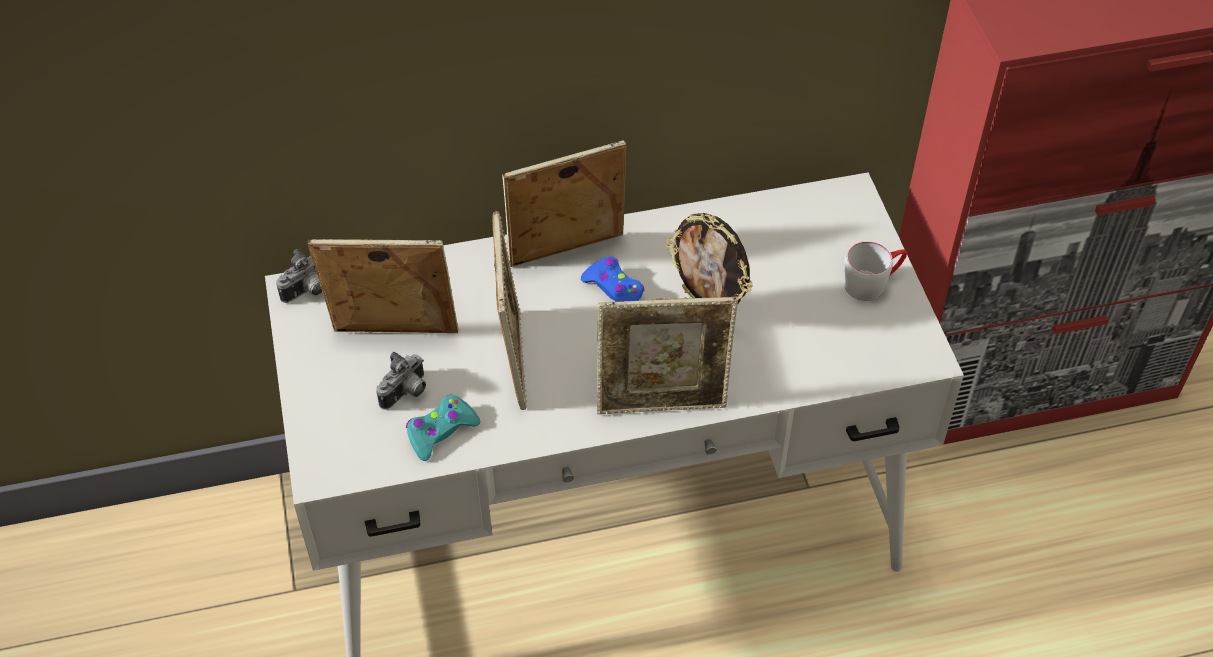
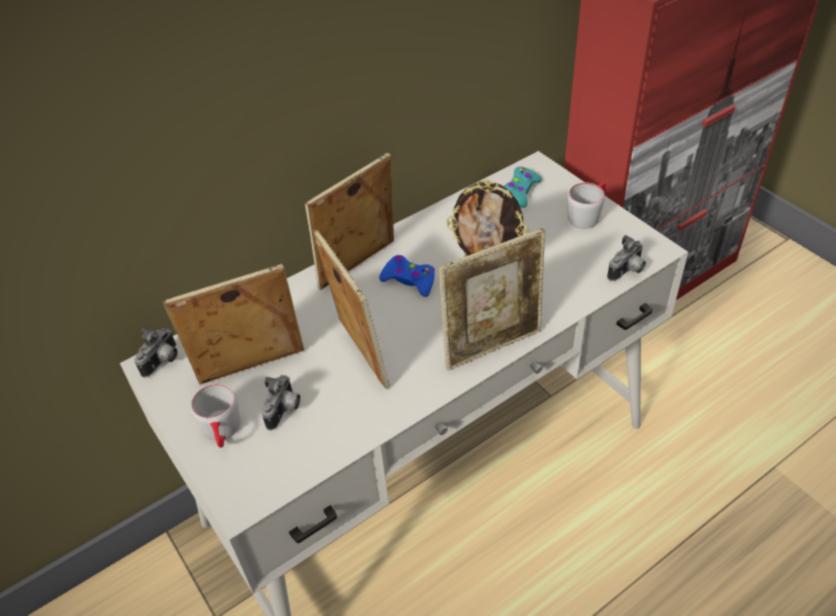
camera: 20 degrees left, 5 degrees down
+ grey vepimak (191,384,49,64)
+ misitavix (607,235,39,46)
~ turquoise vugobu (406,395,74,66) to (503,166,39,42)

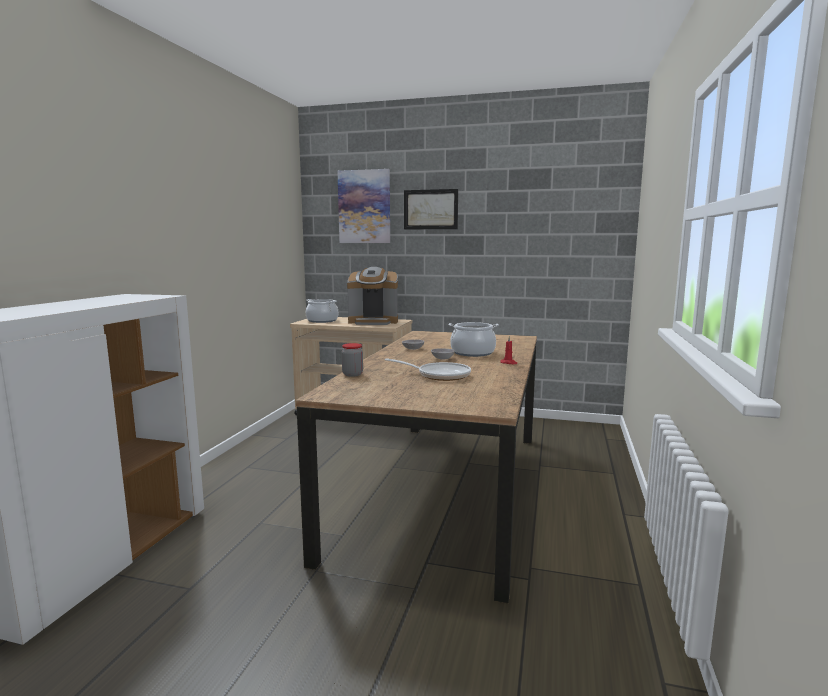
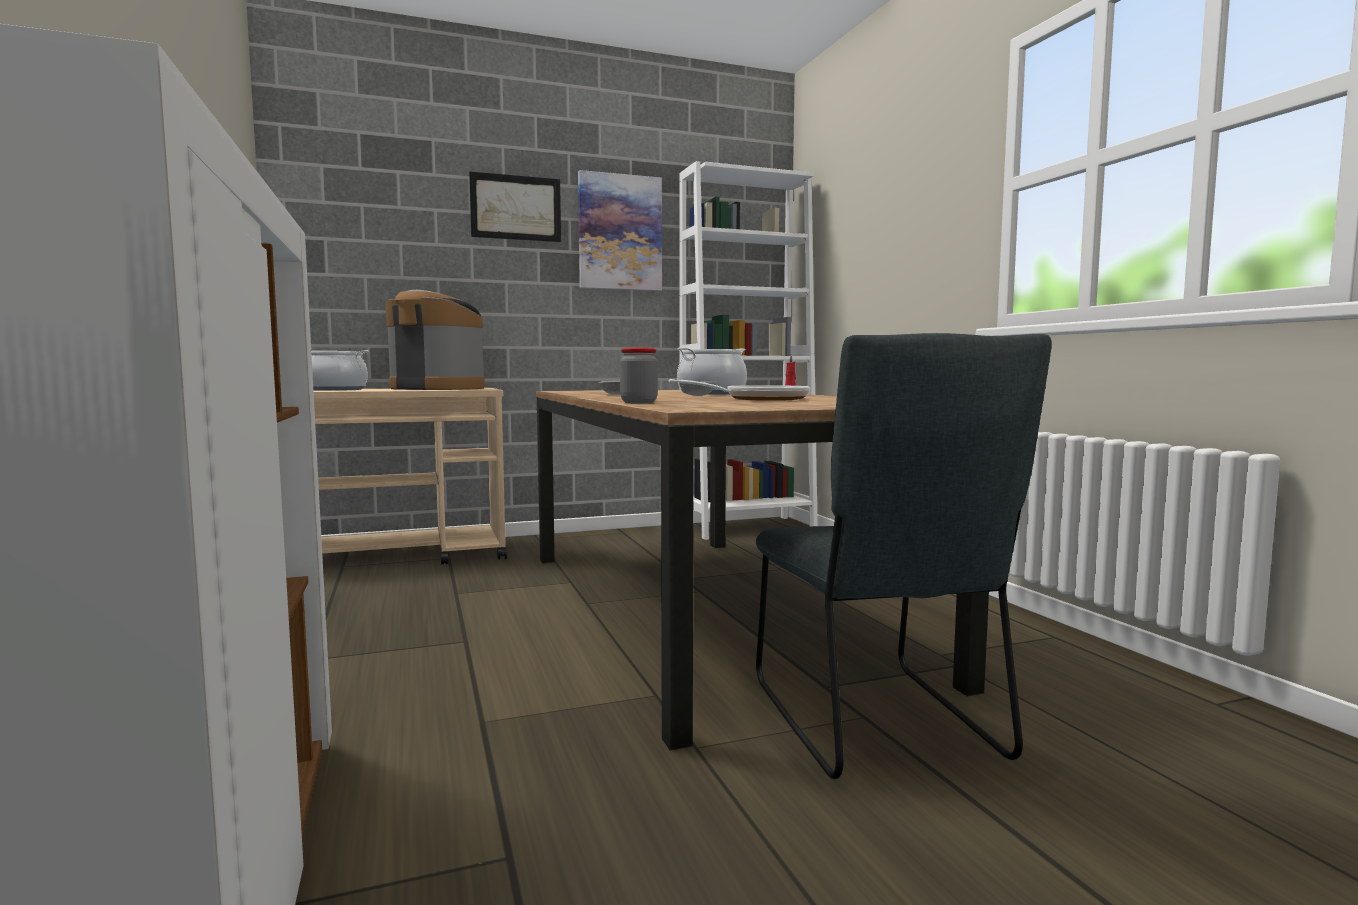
camera: 35 degrees left, 5 degrees down
+ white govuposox (679,161,138,379)
+ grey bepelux (755,333,296,446)
~ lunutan (337,169,53,74) to (578,170,84,121)
~ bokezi (347,267,51,58) = (386,290,99,100) 120 degrees counterclockwise

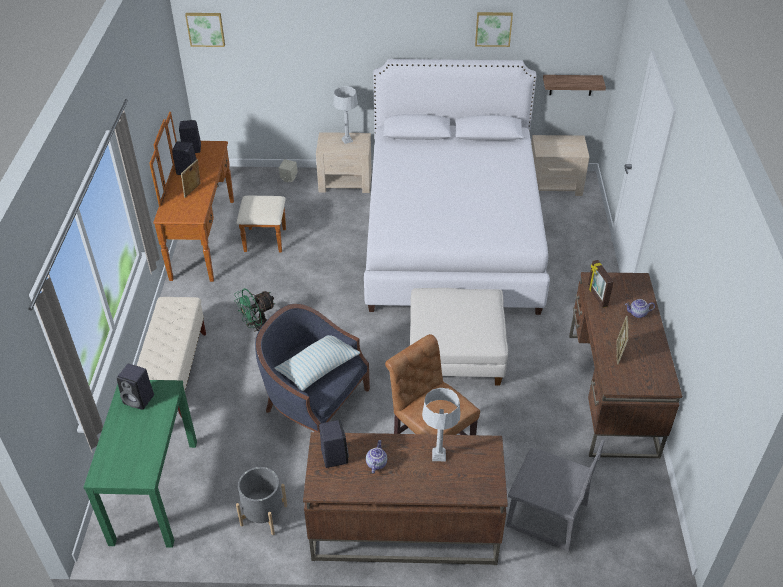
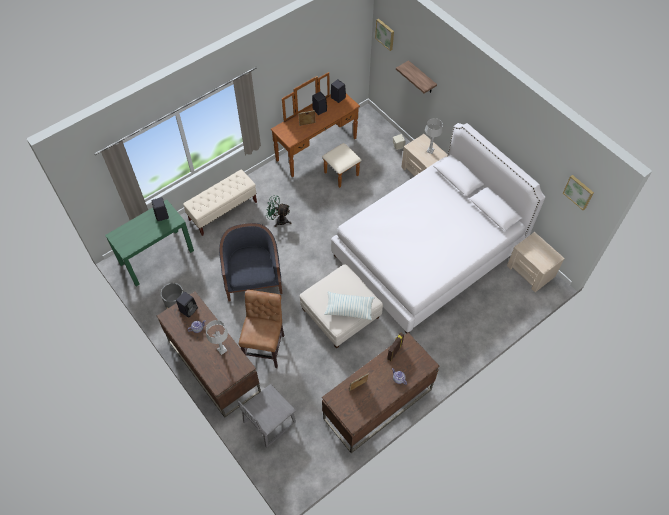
camera: 50 degrees right, 15 degrees up
~ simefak (274,335,86,56) to (324,292,51,28)
~ lunutan (475,12,38,35) to (563,175,31,36)
~ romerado (543,75,63,21) to (396,60,41,34)
~ grey bepelux (506,440,99,112) = (238,384,58,64) 60 degrees clockwise

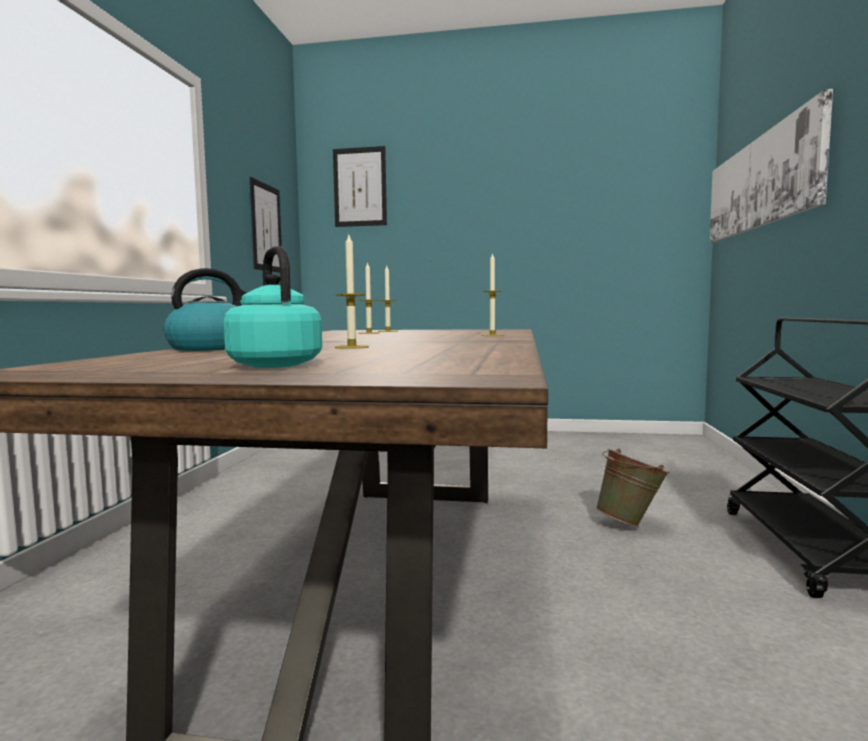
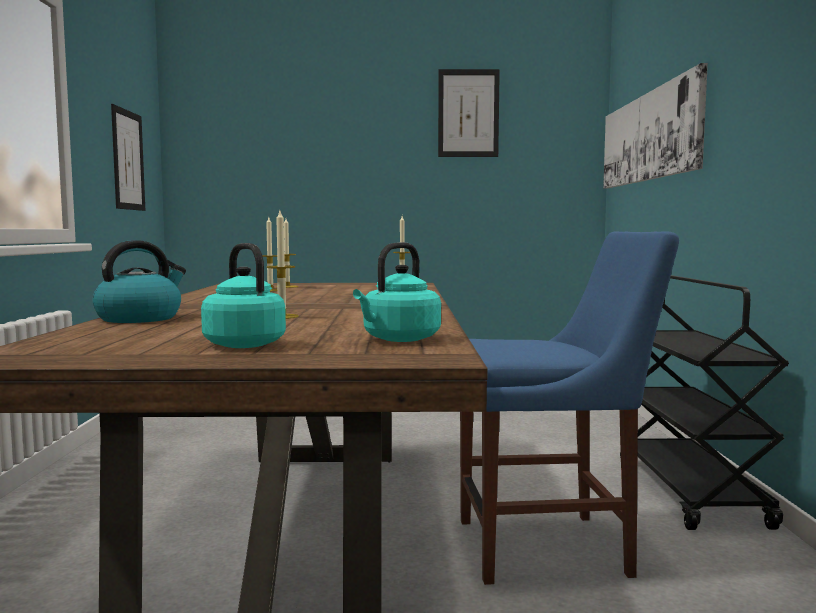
camera: 10 degrees left, 0 degrees up
- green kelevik (596,448,74,79)
+ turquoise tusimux (353,242,88,100)
+ blue bepelux (460,231,219,354)
~ lunutan (333,146,54,81) to (438,69,62,88)

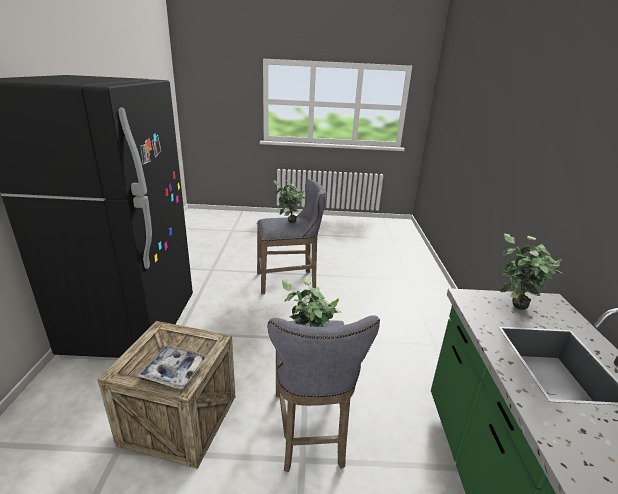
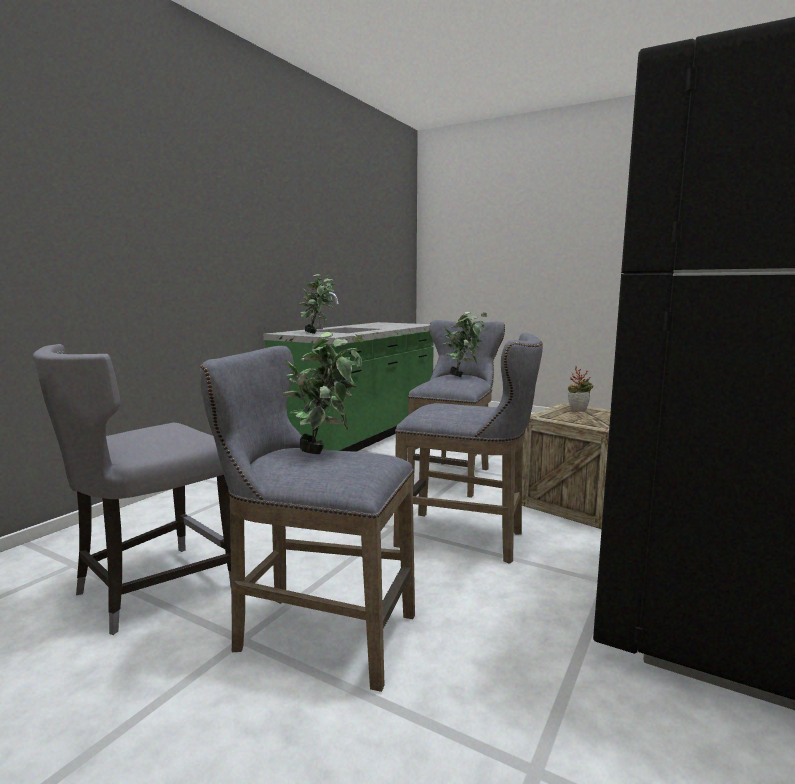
camera: 150 degrees left, 15 degrees down
+ grey bepelux (33,344,198,291)
+ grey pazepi (393,333,150,231)
~ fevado (137,345,72,44) to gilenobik (568,366,25,46)

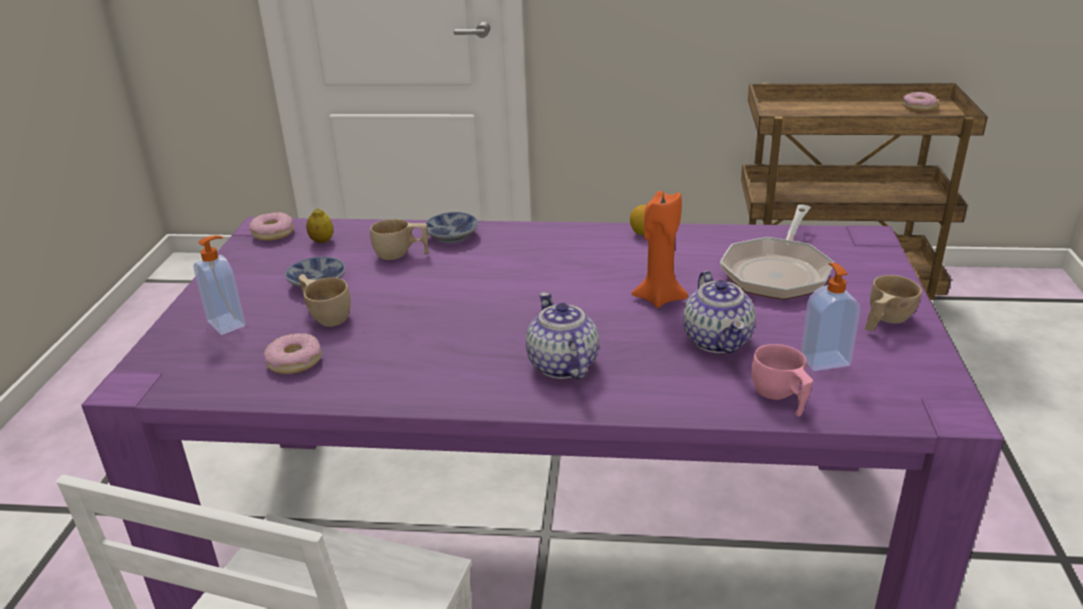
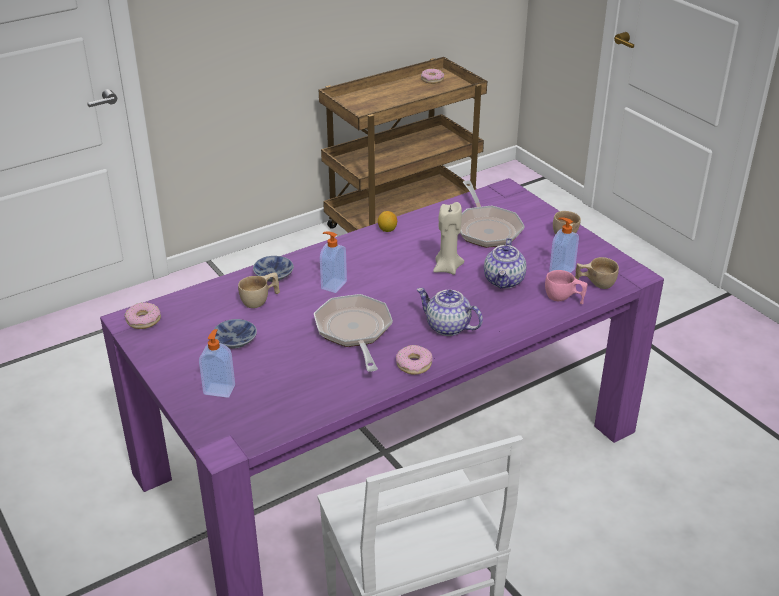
camera: 40 degrees left, 5 degrees up
- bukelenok (306,208,28,35)
+ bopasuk (314,294,79,78)
+ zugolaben (320,231,27,62)
~ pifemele (264,333,57,41) to (396,345,37,30)
~ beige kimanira (299,274,52,53) to (575,257,44,32)
~ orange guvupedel (631,191,57,117) to beige guvupedel (433,202,31,73)
~ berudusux (683,271,73,83) = (484,238,43,51) 60 degrees clockwise

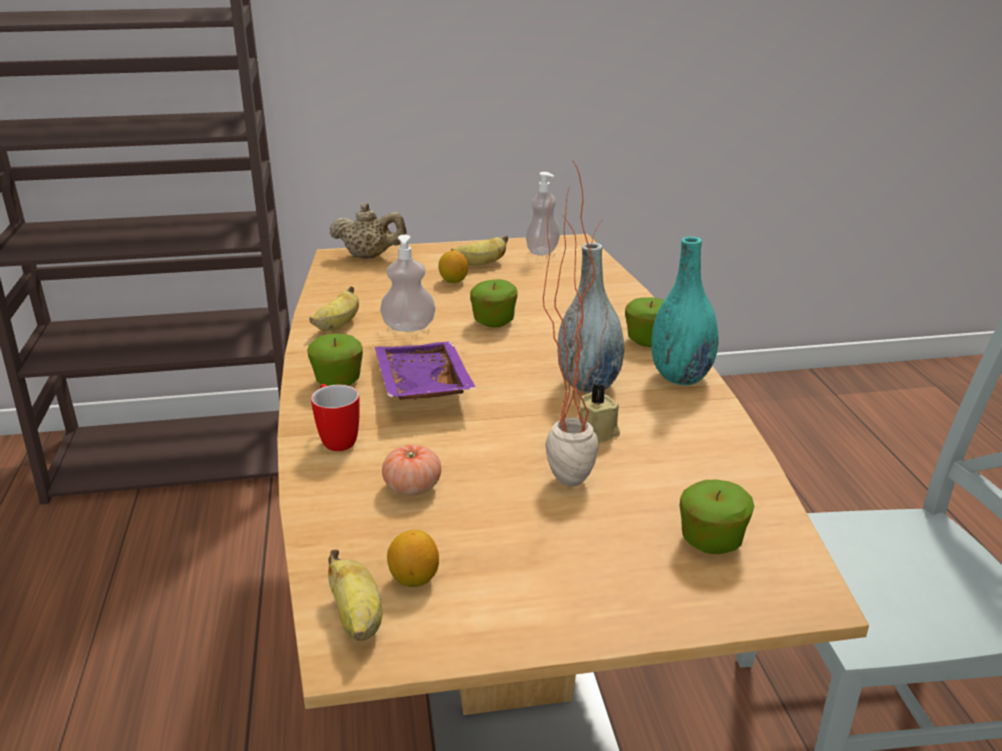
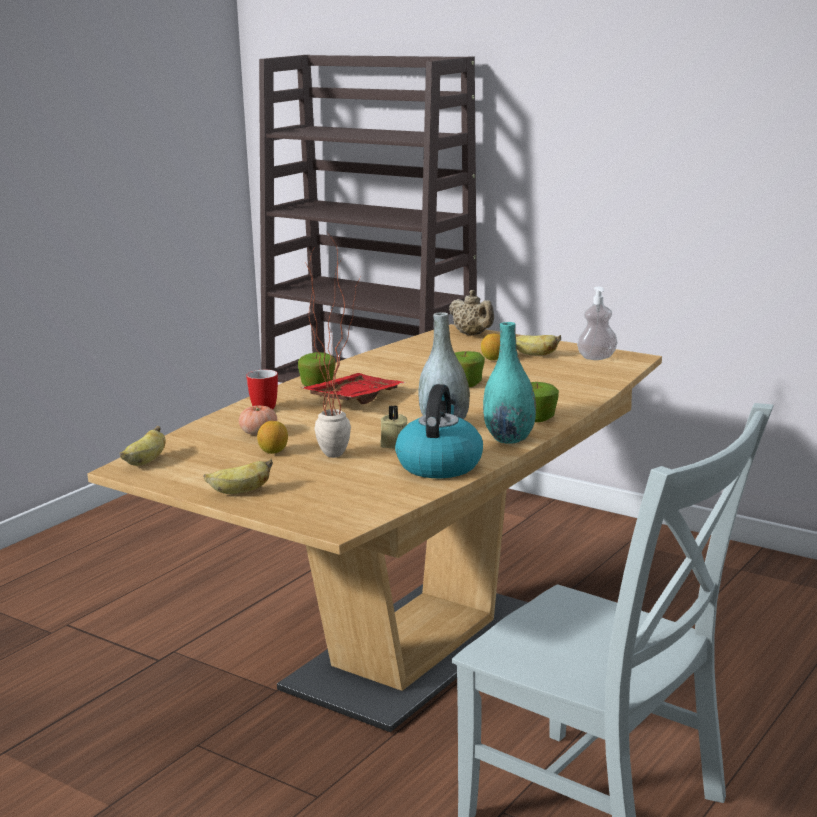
camera: 45 degrees right, 10 degrees down
- zugolaben (380,235,56,97)
- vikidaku (680,480,74,74)
+ tusimux (395,384,88,94)
~ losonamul (309,286,50,45) to (203,459,70,35)
~ bukelenok (387,530,52,57) to (257,421,31,33)
~ purple fevado (375,342,102,58) to red fevado (301,373,105,31)

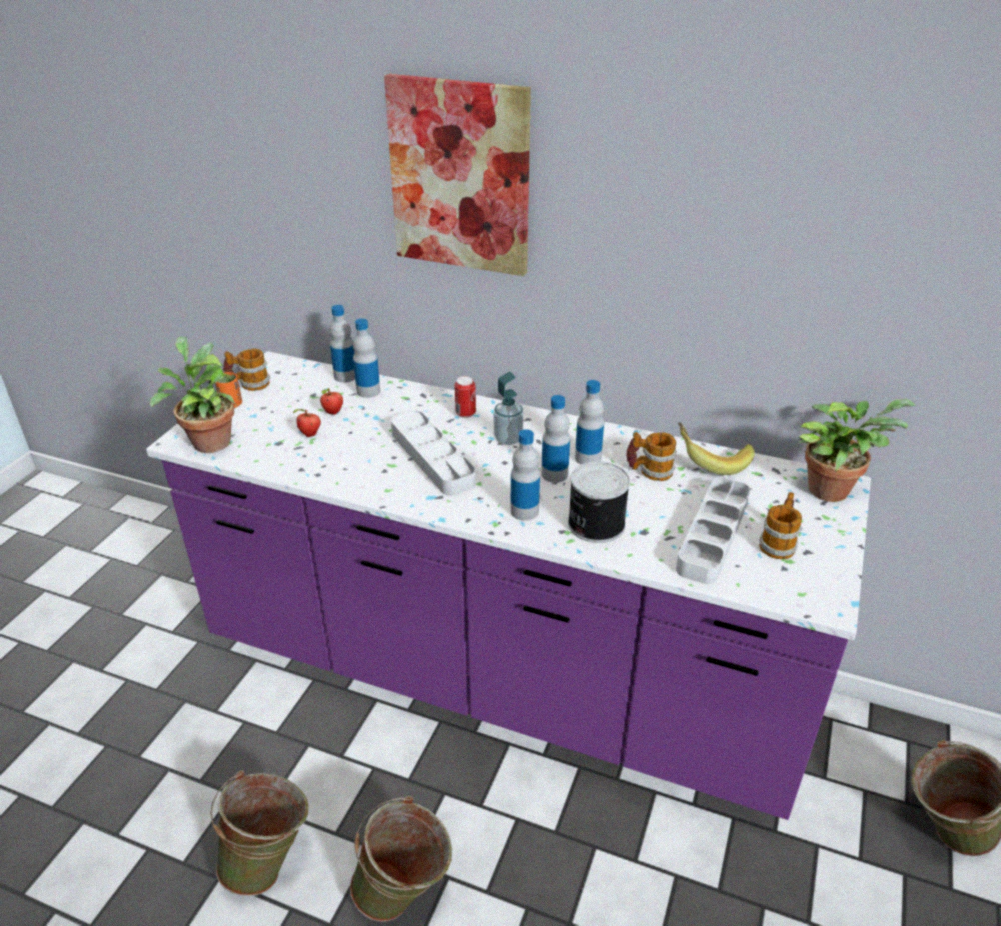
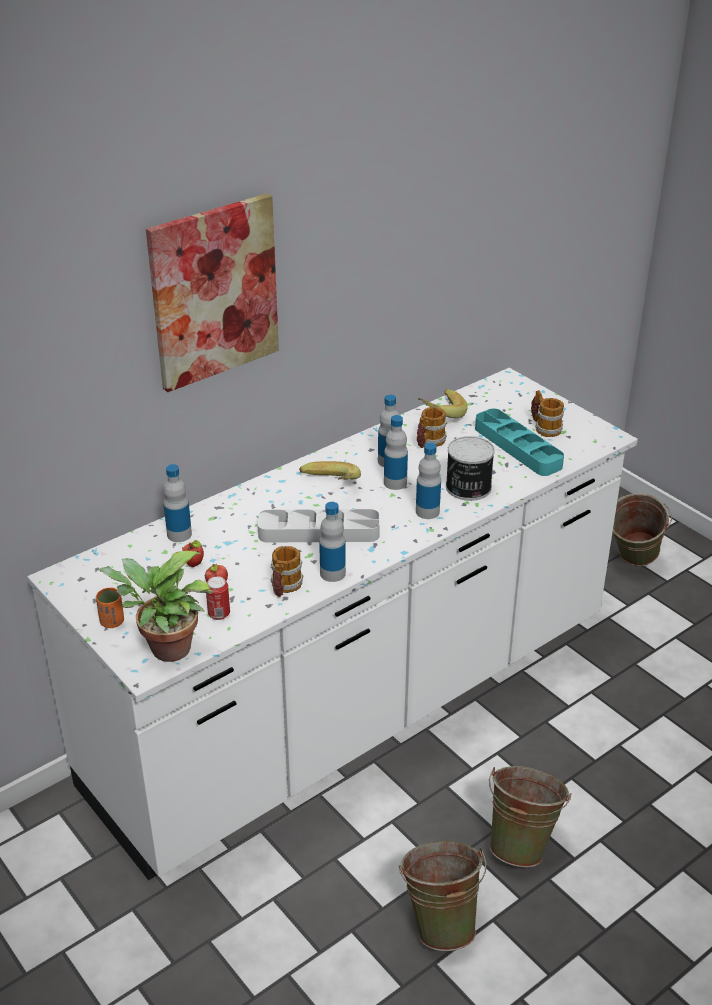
camera: 60 degrees left, 0 degrees up
- gilenobik (799,399,117,103)
~ vepimak (223,349,47,42) to (270,546,34,51)
~ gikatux (329,305,26,77) to (319,502,27,80)
~ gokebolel (455,376,21,42) to (206,576,24,44)
~ zugolaben (494,372,30,73) to losonamul (299,461,62,19)
~ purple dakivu (146,351,725,469) to white dakivu (27,368,611,512)
~ grey fevado (676,477,75,107) to turquoise fevado (475,408,89,68)

